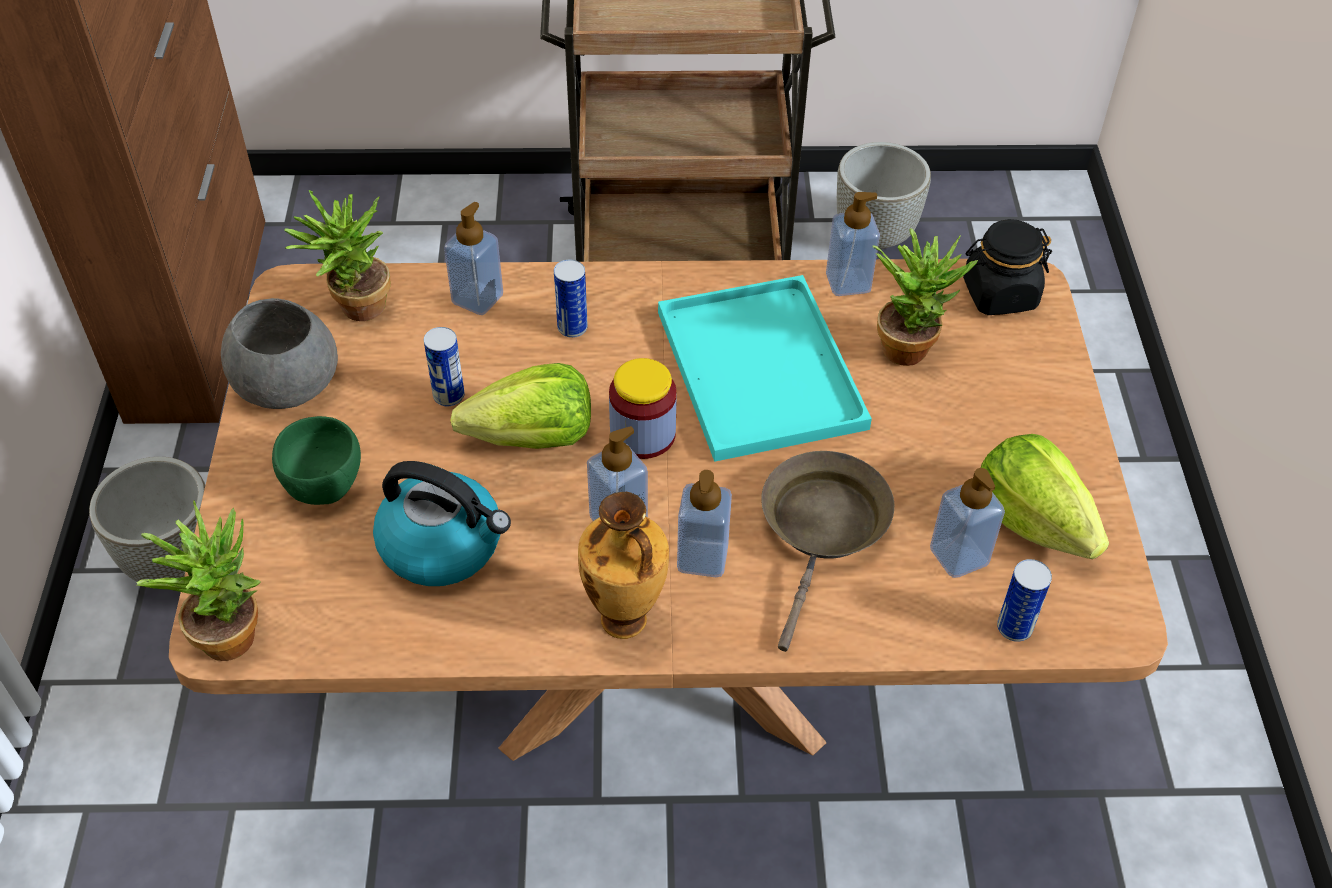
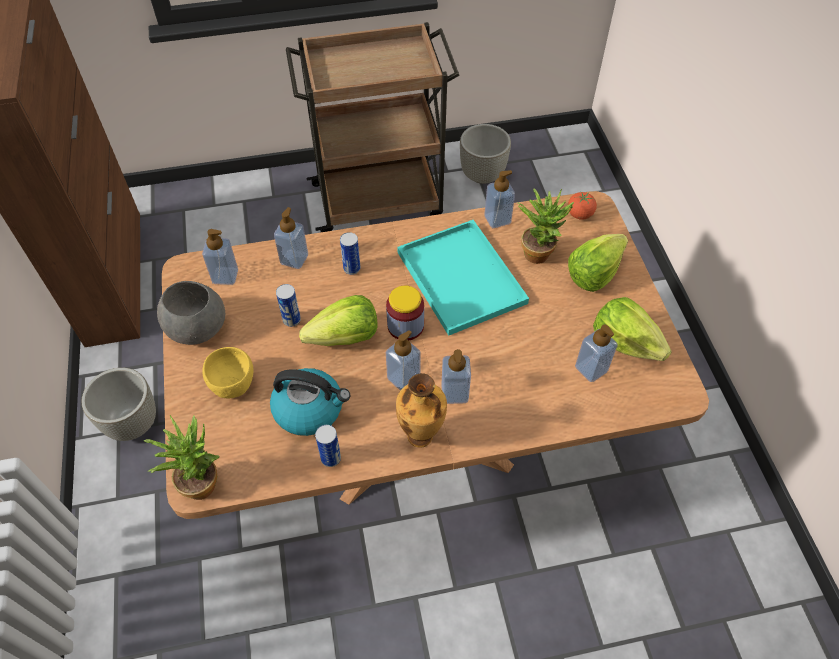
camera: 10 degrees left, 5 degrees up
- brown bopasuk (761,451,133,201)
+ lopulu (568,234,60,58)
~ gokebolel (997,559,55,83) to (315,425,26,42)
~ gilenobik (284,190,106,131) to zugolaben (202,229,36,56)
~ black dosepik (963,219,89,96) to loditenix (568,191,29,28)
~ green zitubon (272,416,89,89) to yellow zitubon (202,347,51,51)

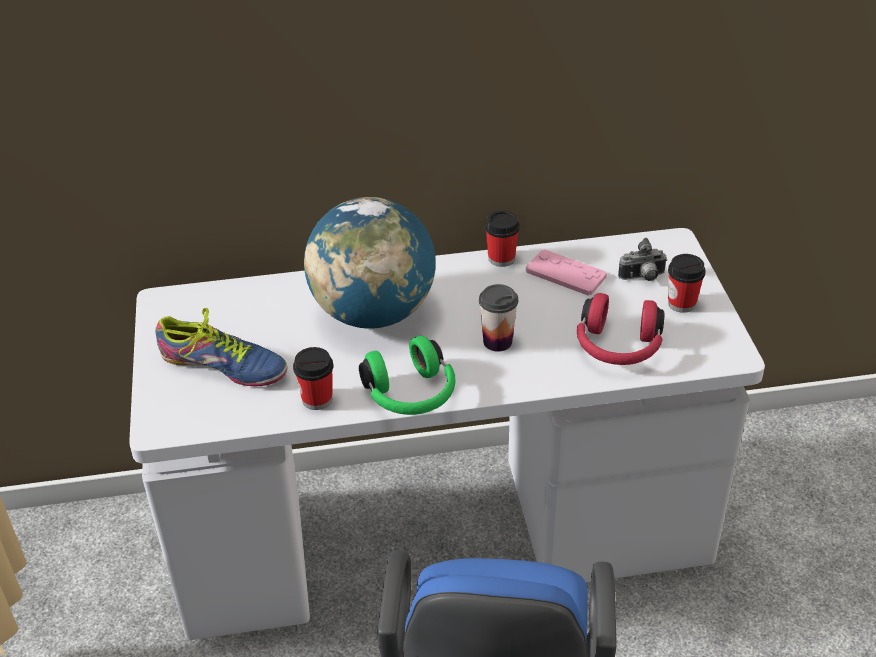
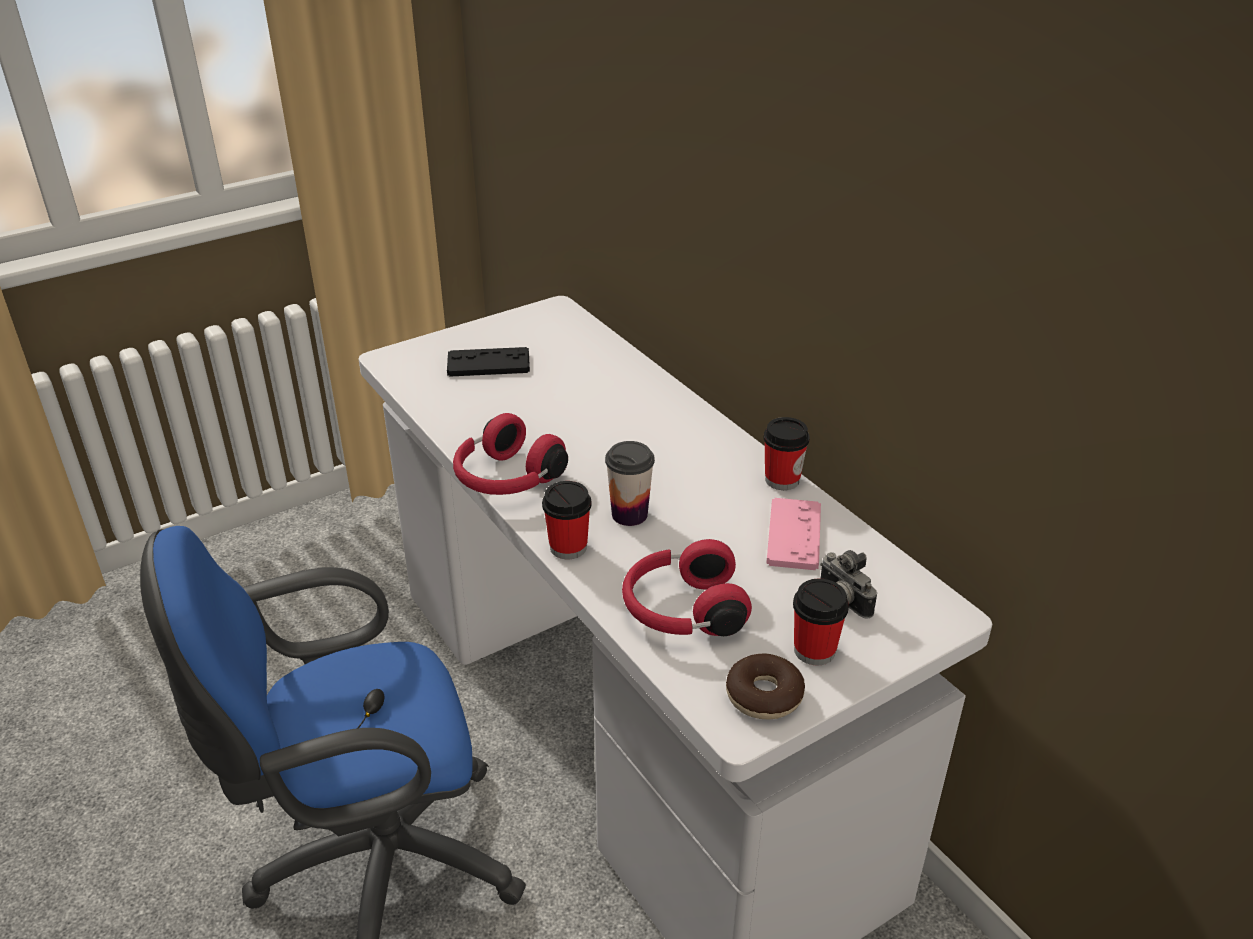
camera: 65 degrees right, 5 degrees down
- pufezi (304,197,132,132)
+ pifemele (726,654,79,66)
~ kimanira (293,347,40,63) to (542,481,50,78)
~ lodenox (155,308,133,78) to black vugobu (447,347,83,30)
~ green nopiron (359,336,96,79) to red nopiron (453,413,115,82)

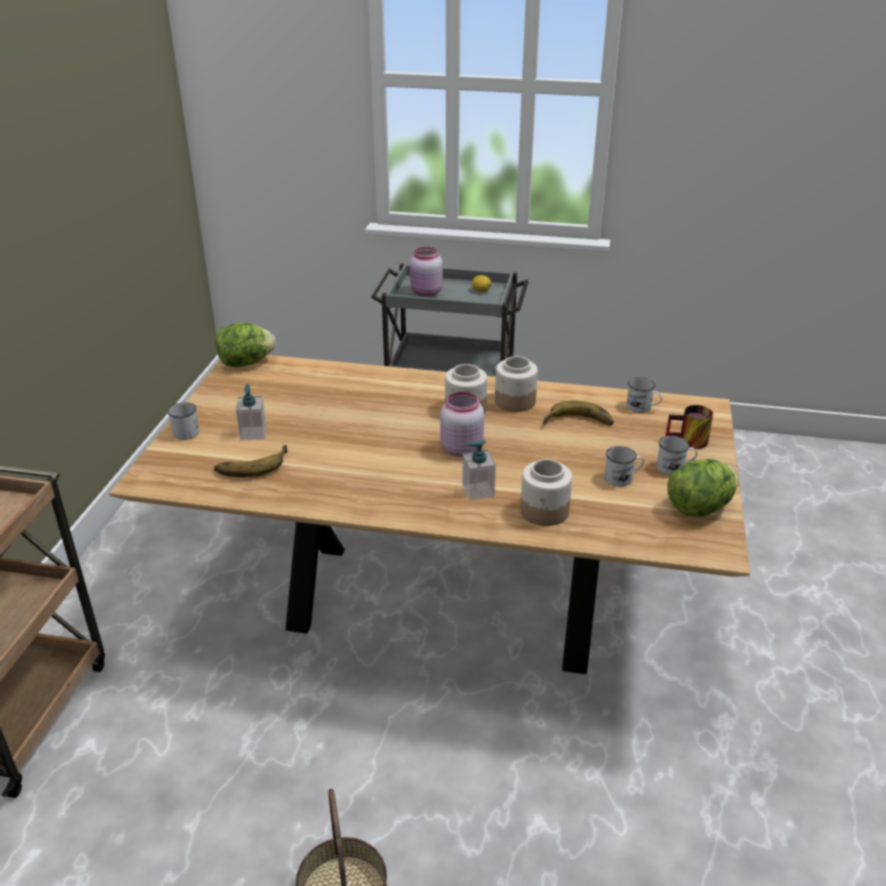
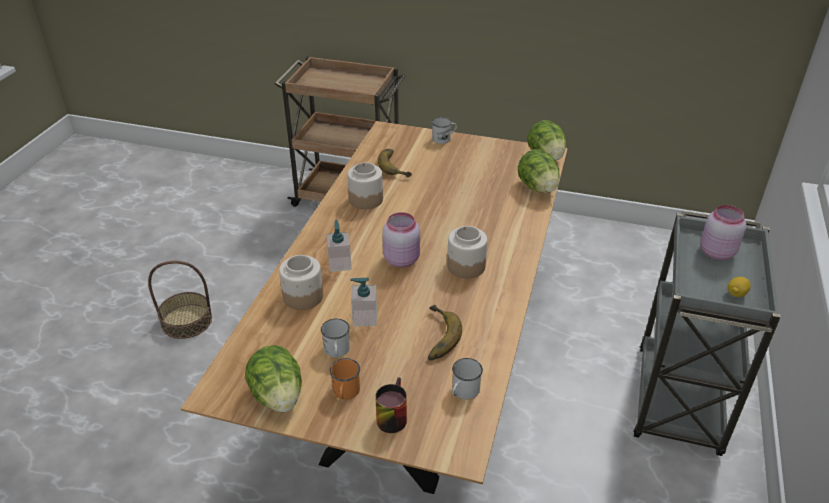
camera: 95 degrees right, 5 degrees up
+ lopulu (518,149,42,44)
~ zugolaben (236,384,30,57) to (350,278,27,48)
~ dosepik (495,356,43,56) to (347,162,36,47)
~ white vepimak (656,436,42,39) to orange vepimak (330,358,30,42)

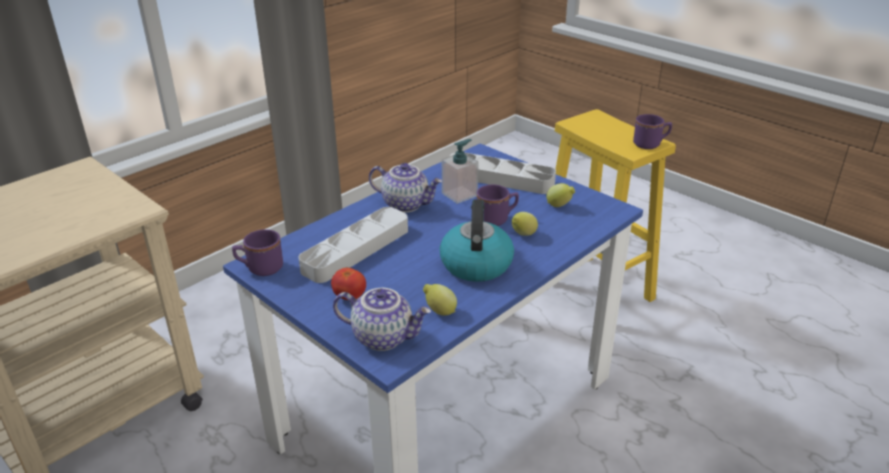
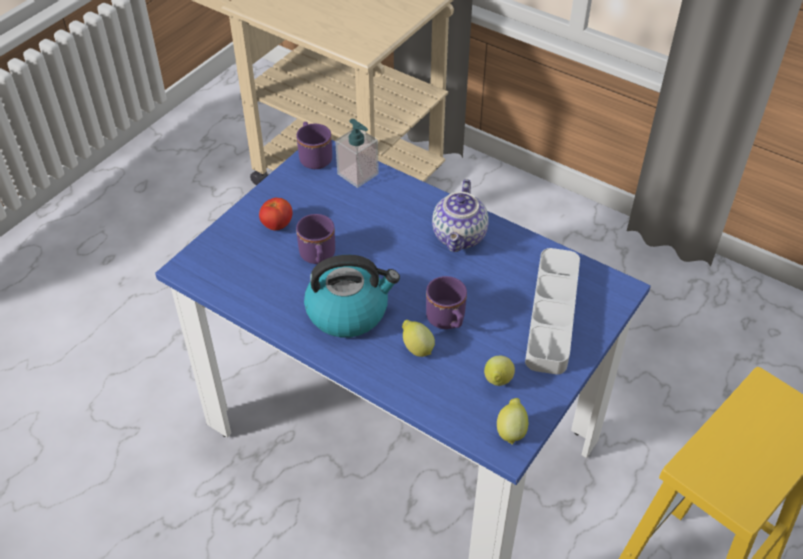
camera: 80 degrees right, 15 degrees up
- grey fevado (298,207,110,76)
- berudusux (333,288,98,63)
~ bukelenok (423,284,34,32) to (497,398,31,47)
~ zugolaben (442,139,37,65) to (335,119,44,69)
~ purple vepimak (633,114,39,35) to (296,214,39,50)

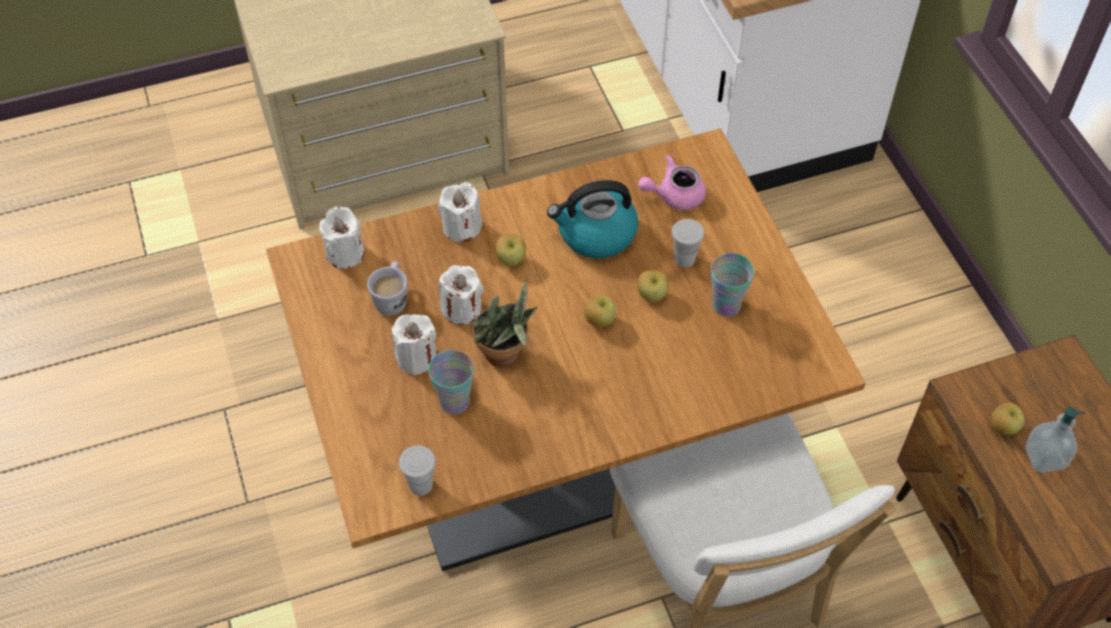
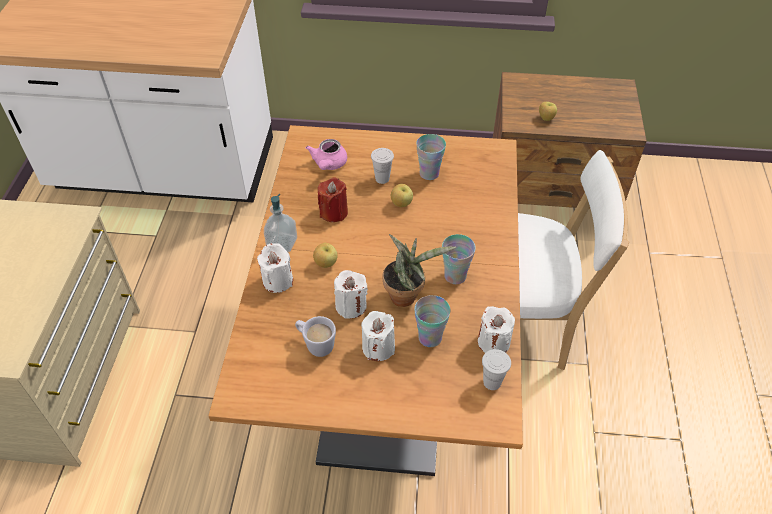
camera: 65 degrees left, 5 degrees down
- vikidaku (584,294,32,33)
+ kimanira (442,234,34,50)
~ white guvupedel (319,207,46,62) to (478,306,37,47)
~ zugolaben (1025,407,60,66) to (264,194,33,59)
~ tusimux (547,180,91,78) to red guvupedel (318,177,30,45)

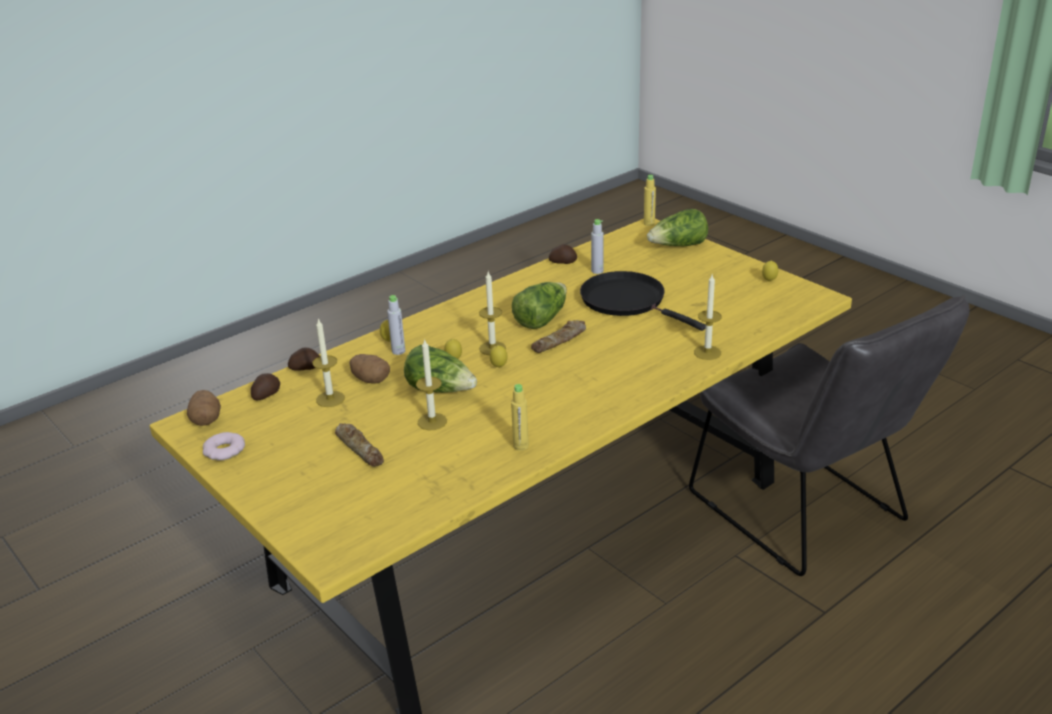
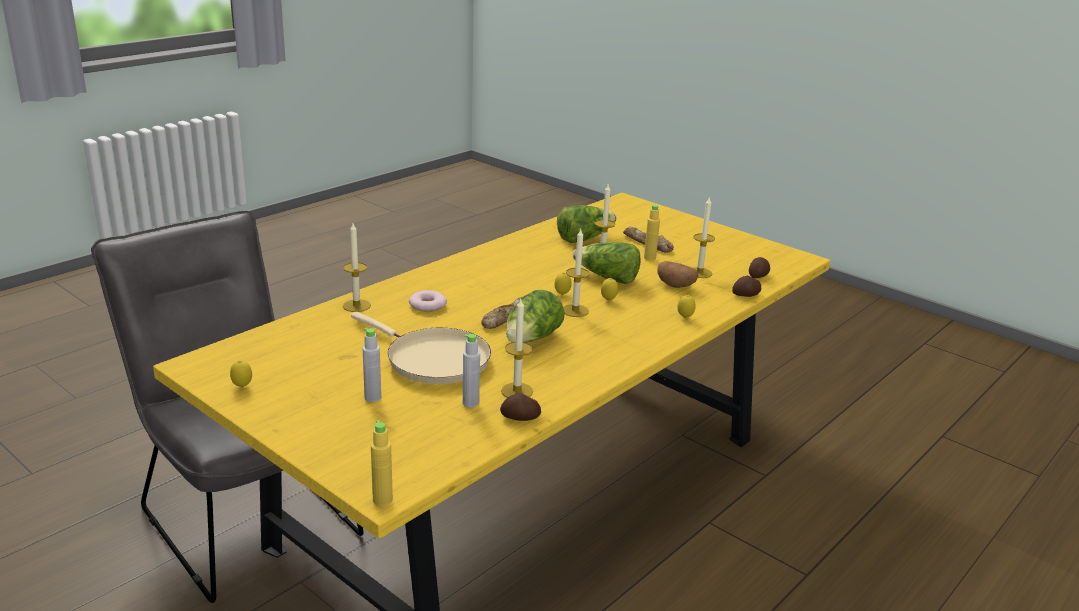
camera: 170 degrees right, 5 degrees down
- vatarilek (187,390,34,36)
+ guvupedel (501,298,32,100)
~ pifemele (203,432,42,29) to (409,290,38,22)
~ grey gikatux (387,295,18,60) to (362,328,19,74)
~ yellow gikatux (511,384,18,67) to (644,204,16,57)
~ lopulu (647,209,61,37) to (557,205,60,38)
~ black bopasuk (580,271,126,60) to beige bopasuk (351,312,140,72)

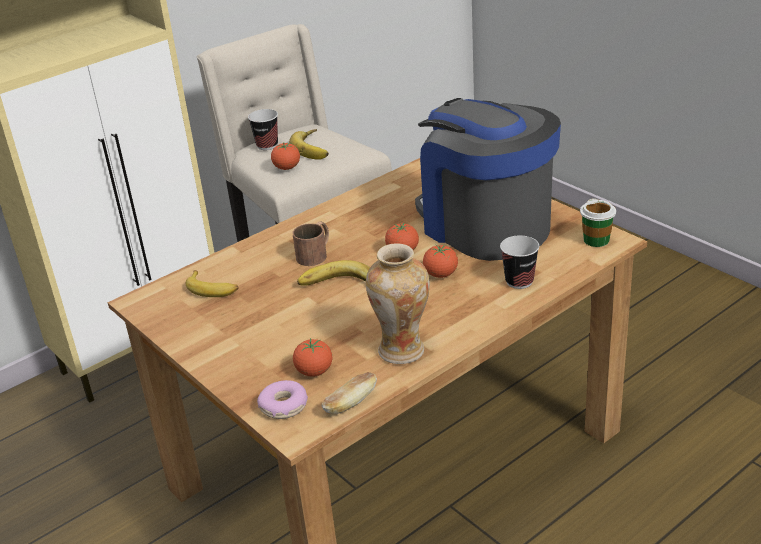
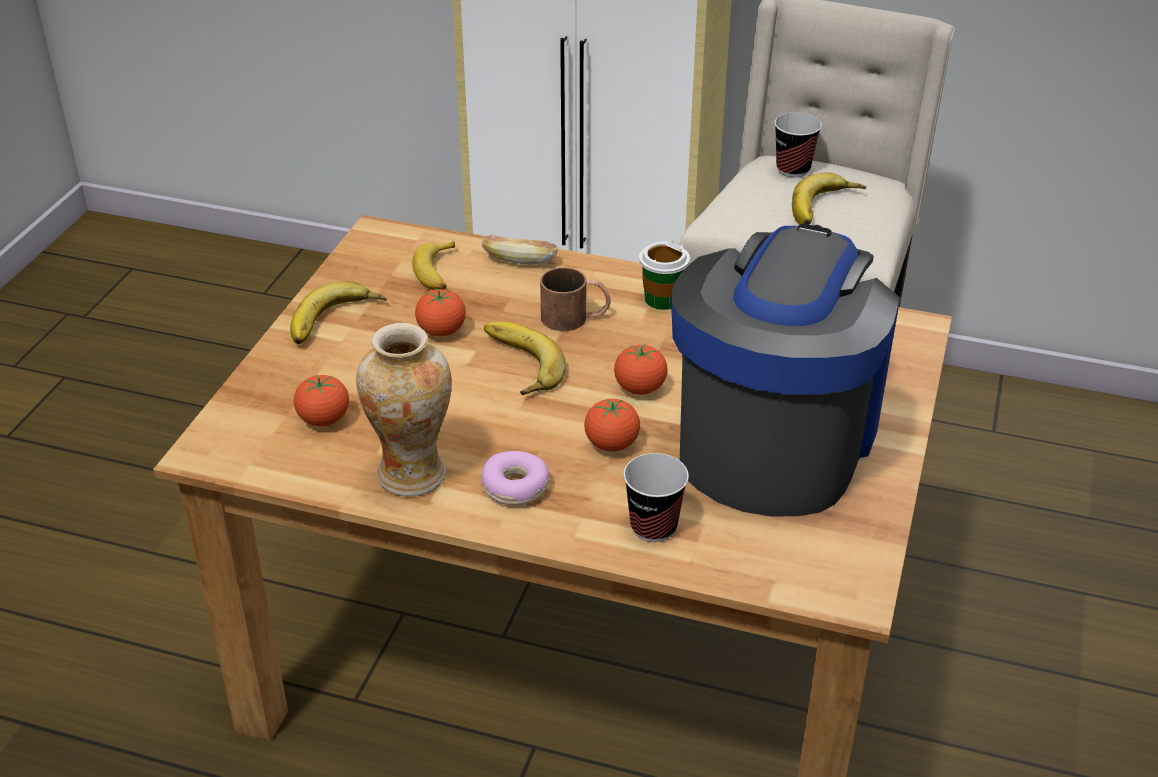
camera: 55 degrees right, 5 degrees up
+ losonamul (290,281,96,63)
~ pifemele (257,380,51,39) to (481,451,69,54)
~ loditenix (271,143,29,27) to (415,289,51,47)
~ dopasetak (322,372,55,42) to (481,235,76,30)
~ kimanira (580,198,36,49) to (639,241,51,69)

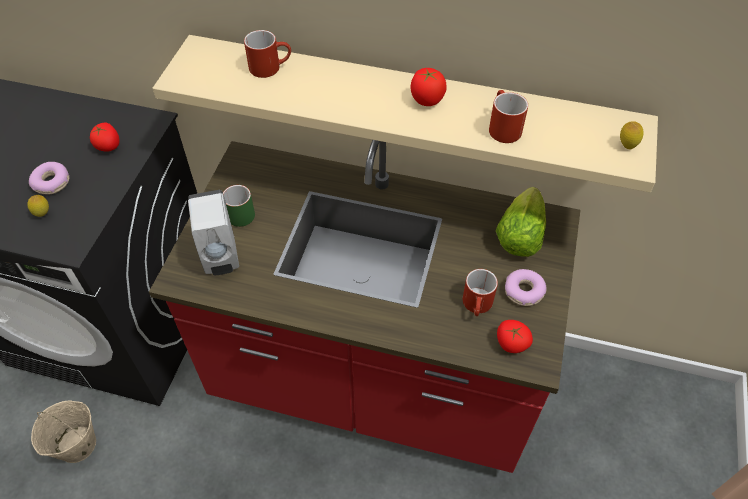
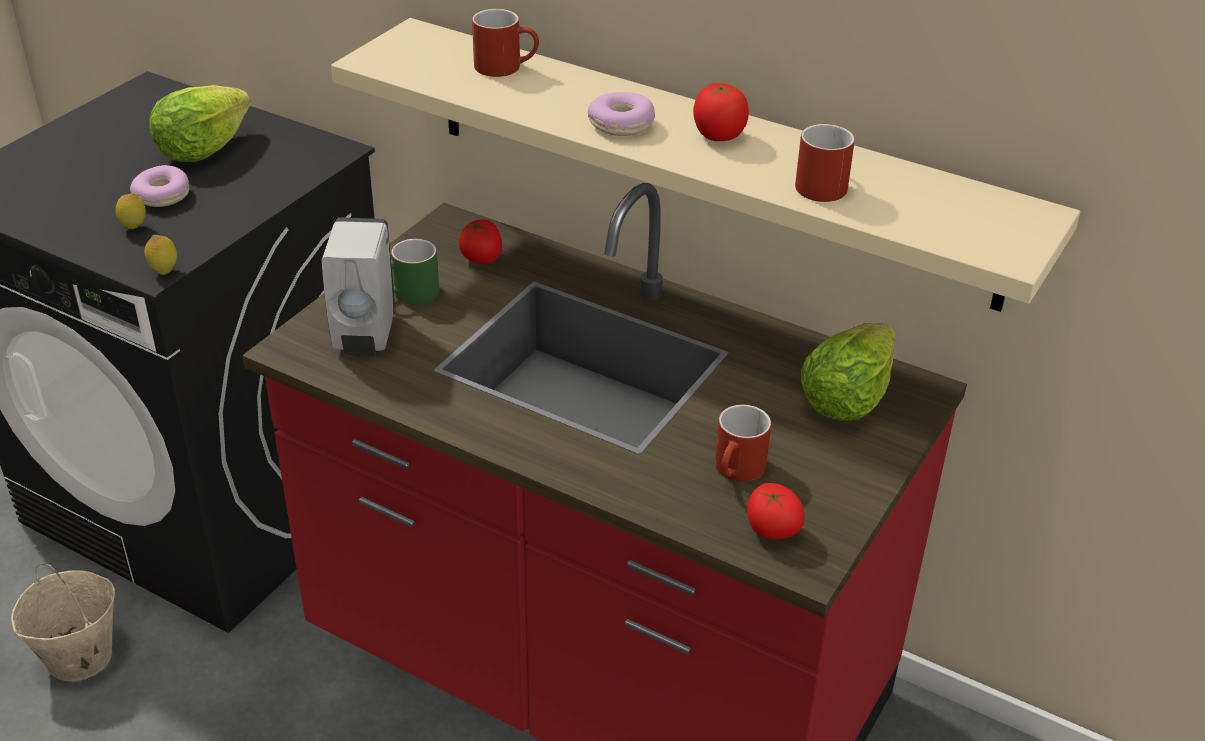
camera: 15 degrees right, 15 degrees down
+ lopulu (149,85,102,77)
~ loditenix (90,122,30,30) to (458,219,44,45)
~ pifemele (505,269,41,37) to (588,92,67,44)
~ bukelenok (620,121,23,28) to (144,235,33,40)

